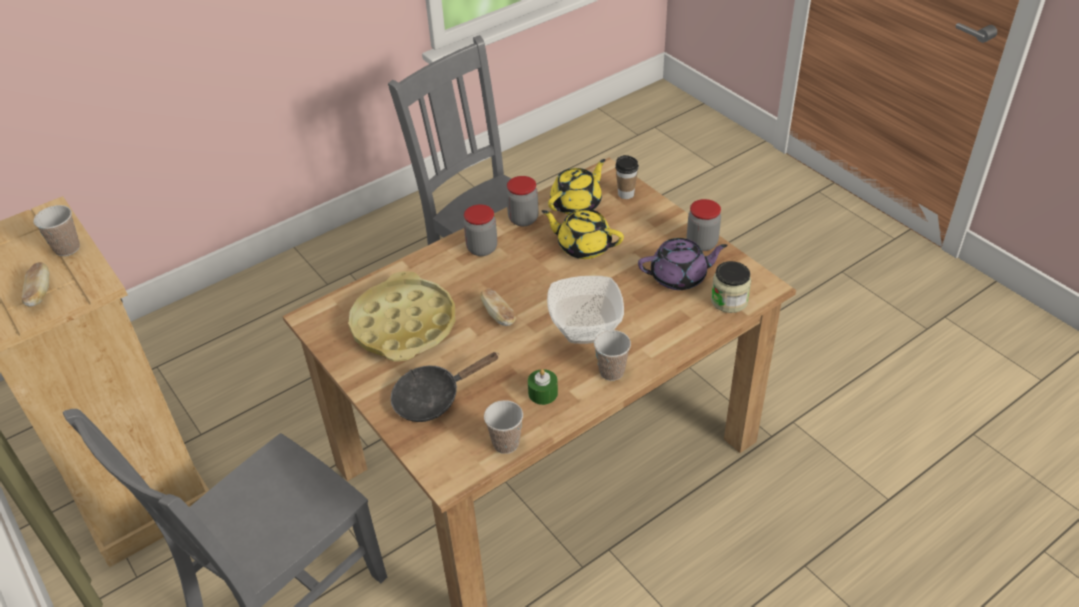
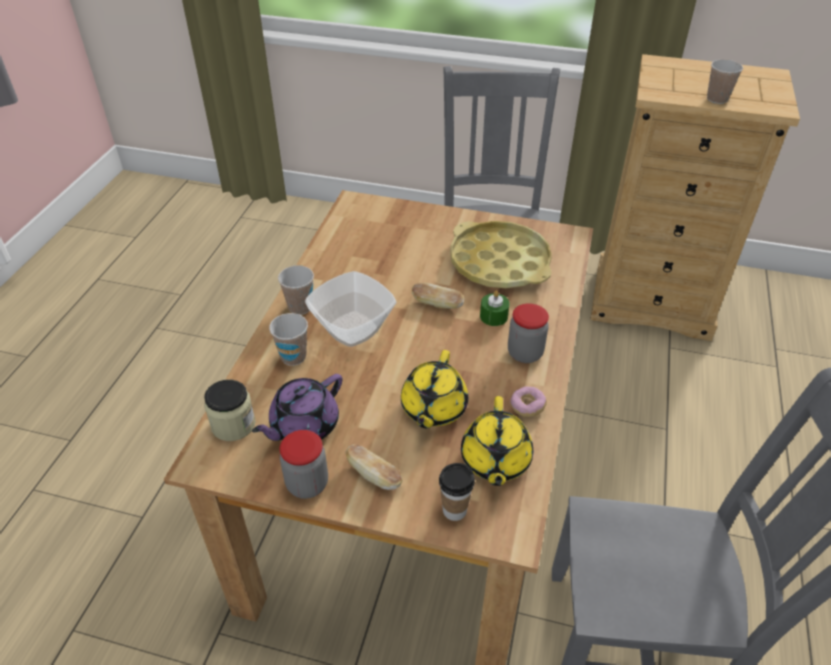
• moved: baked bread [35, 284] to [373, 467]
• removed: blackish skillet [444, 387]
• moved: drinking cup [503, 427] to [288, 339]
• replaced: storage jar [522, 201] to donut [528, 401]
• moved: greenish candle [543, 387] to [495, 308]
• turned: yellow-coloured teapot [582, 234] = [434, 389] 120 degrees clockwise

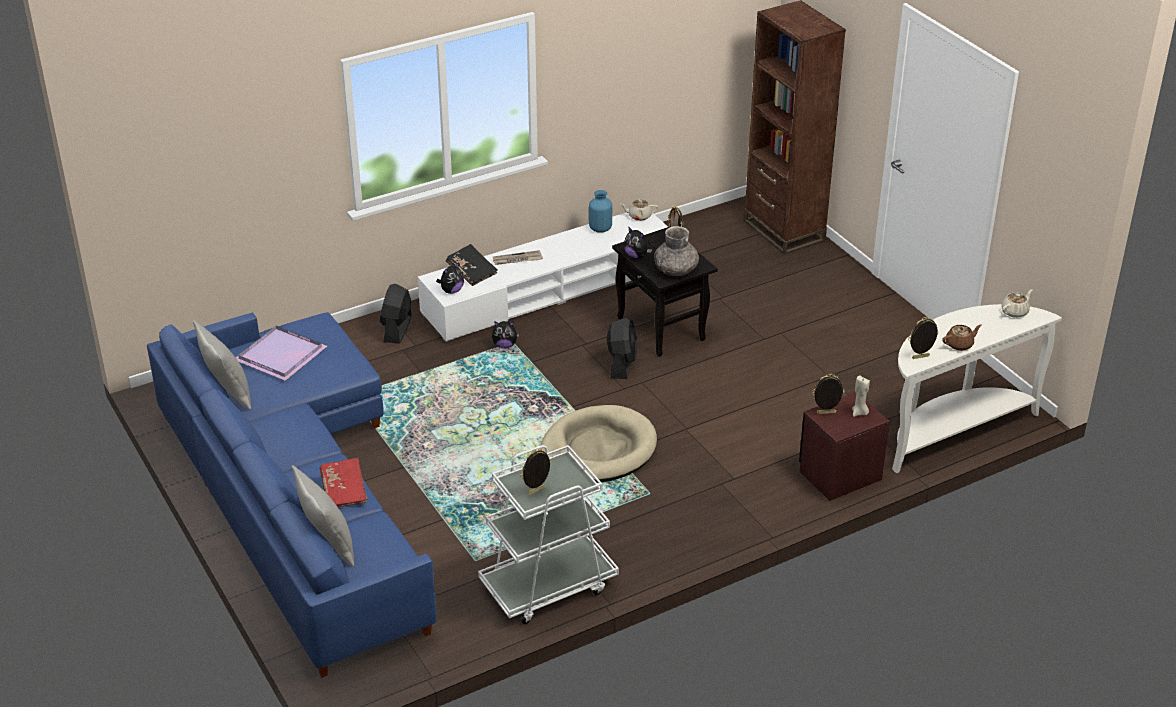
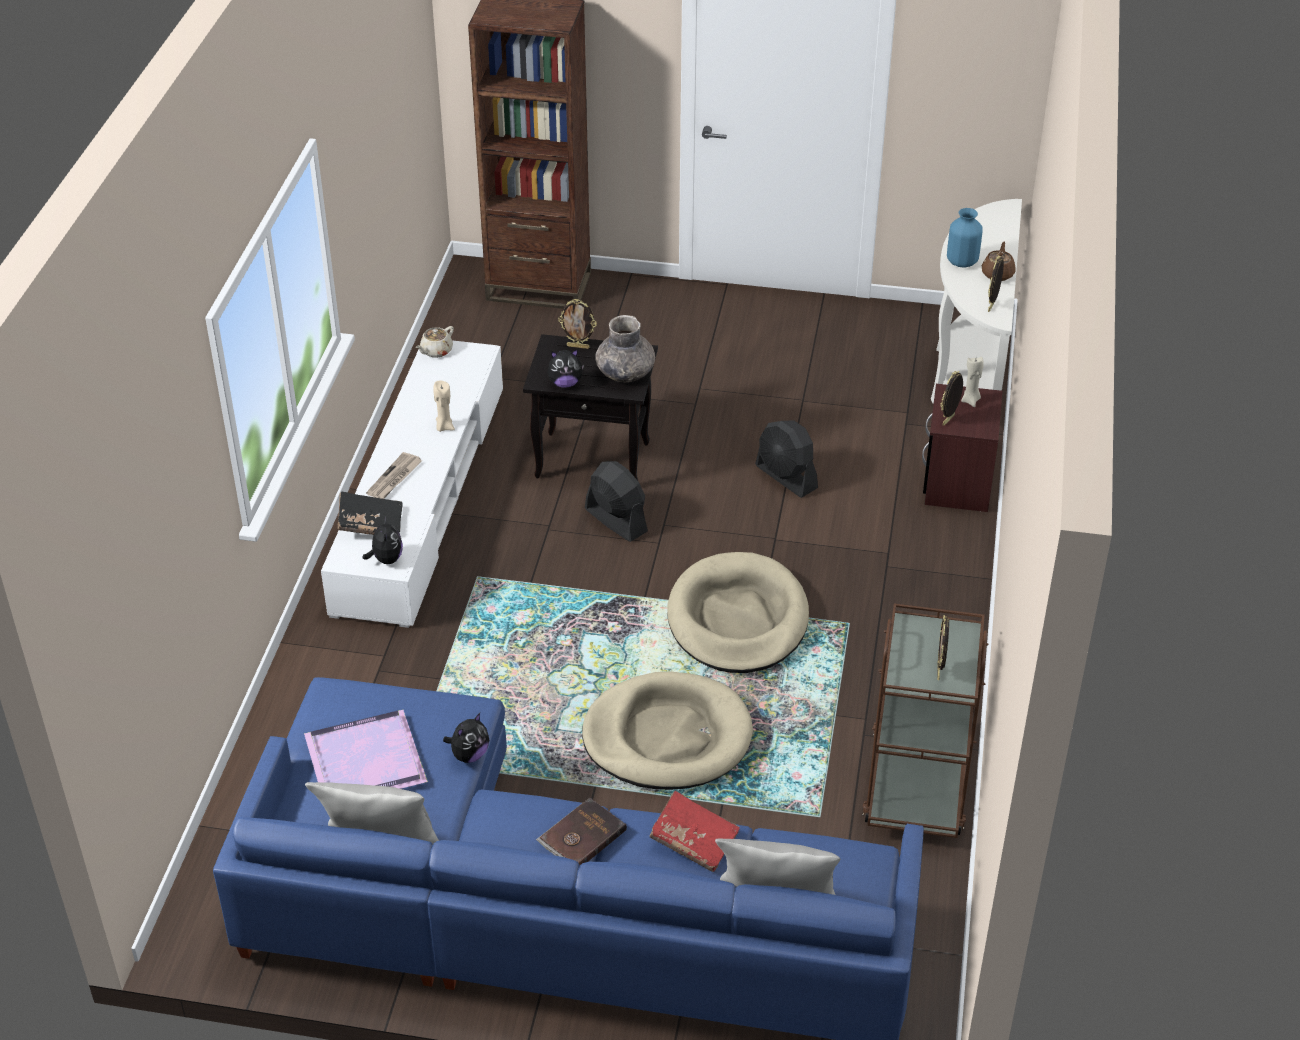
• moved: blackish cooling fan [395, 314] to [786, 459]
• recoloured: white-coloured cart [548, 534] to brown cart [925, 721]
• moved: plush toy [505, 334] to [466, 738]
• moved: blue-coloured flower vase [600, 211] to [965, 238]
• removed: sand-coloured teapot [1017, 303]
• added: sand-coloured candle [444, 406]
• added: brown volume [581, 831]
• added: sand-coloured pet bed [667, 731]

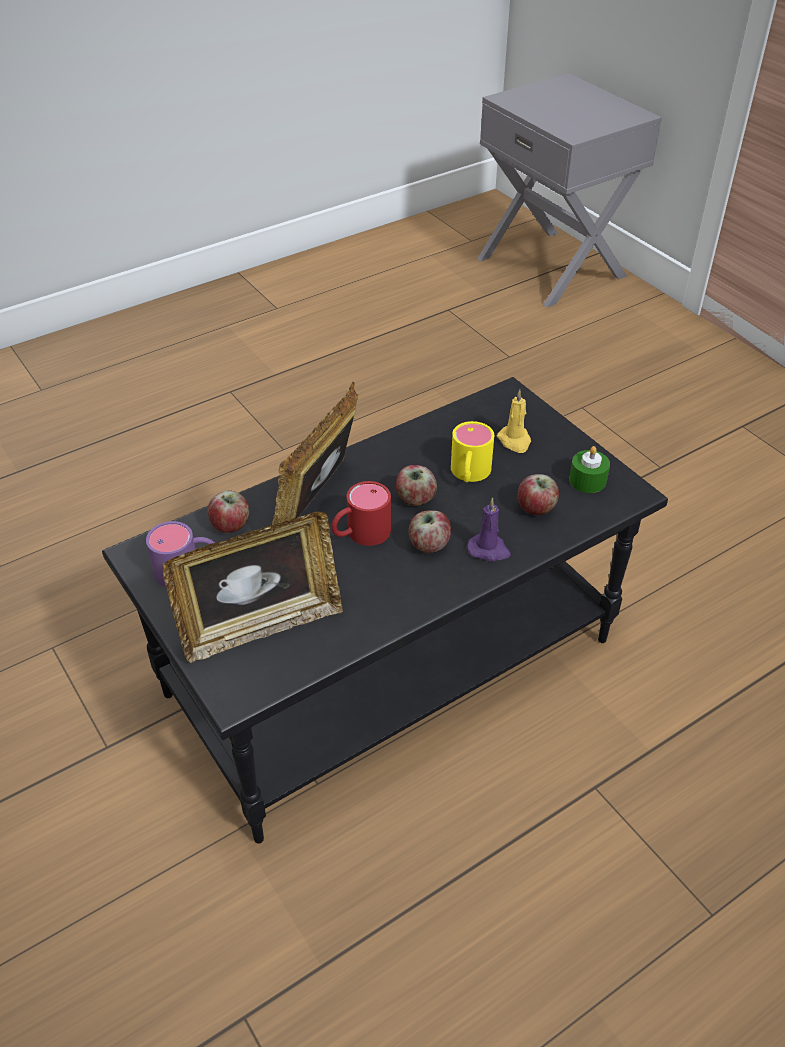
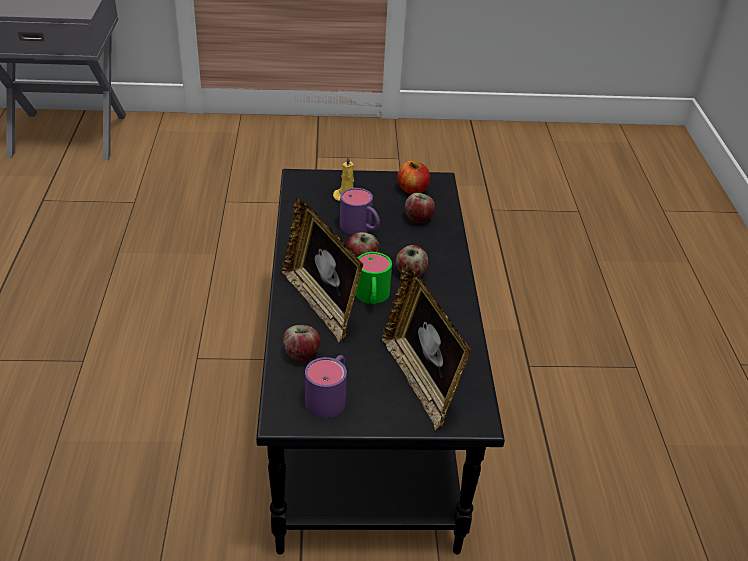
• turned: photo frame [252, 587] = [426, 347] 150 degrees clockwise
• recoloured: red tea mug [361, 513] to greenish tea mug [374, 278]
• recoloured: yellow-coloured tea mug [472, 451] to purplish tea mug [360, 211]
• removed: purplish candle [489, 530]
• replaced: greenish candle [589, 469] to whole apple [414, 177]

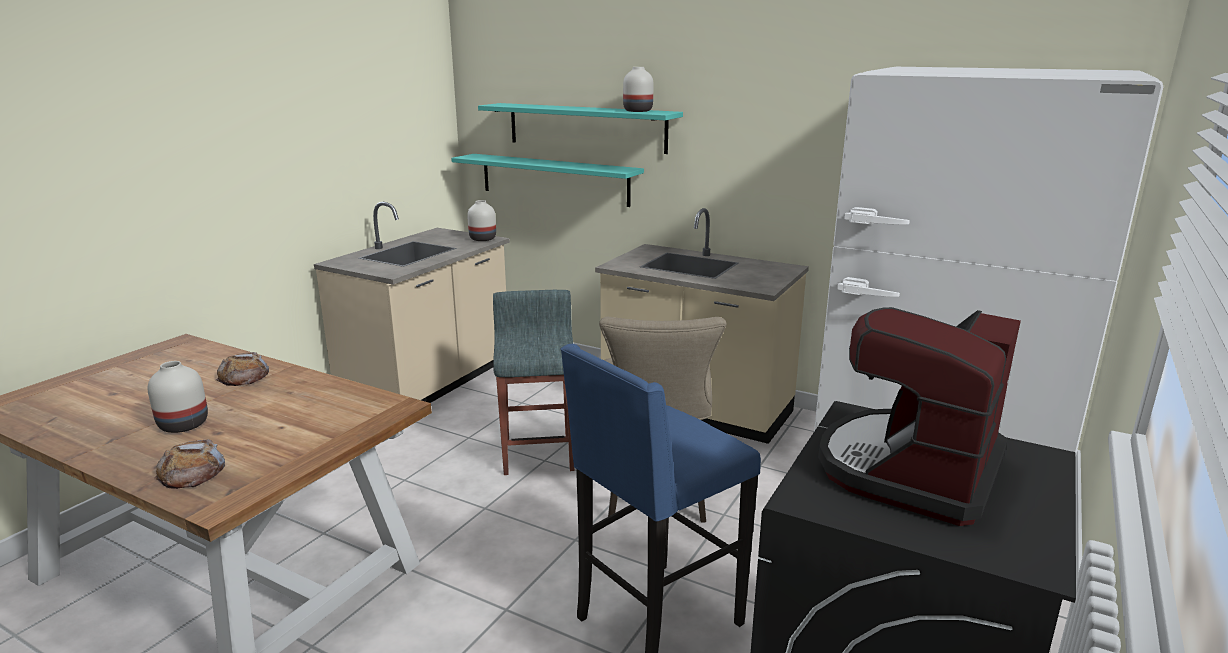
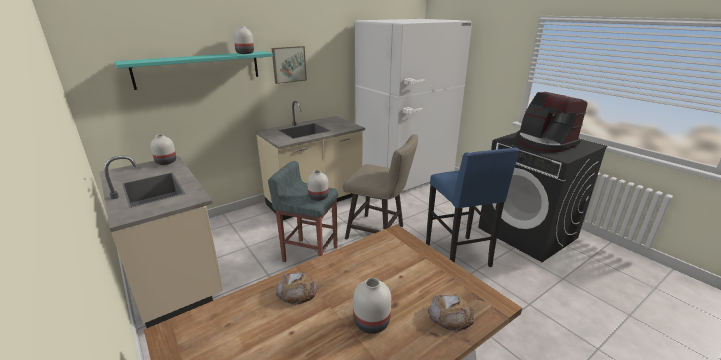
• removed: turquoise wall shelf [547, 180]
• added: wall picture [289, 65]
• added: white-coloured flower vase [318, 185]

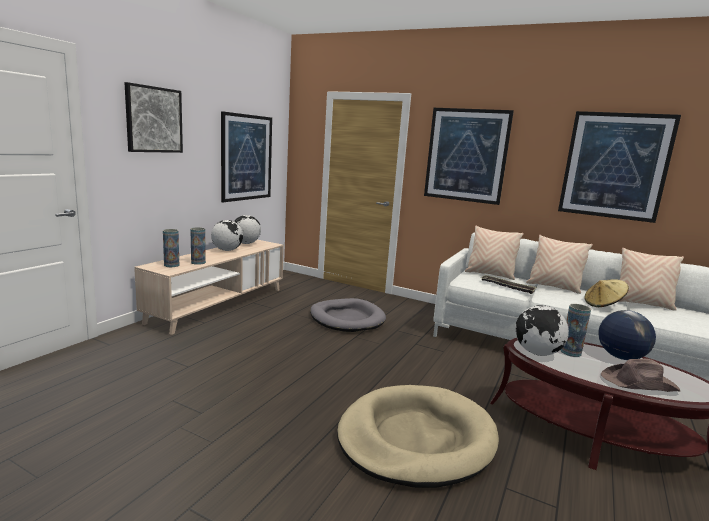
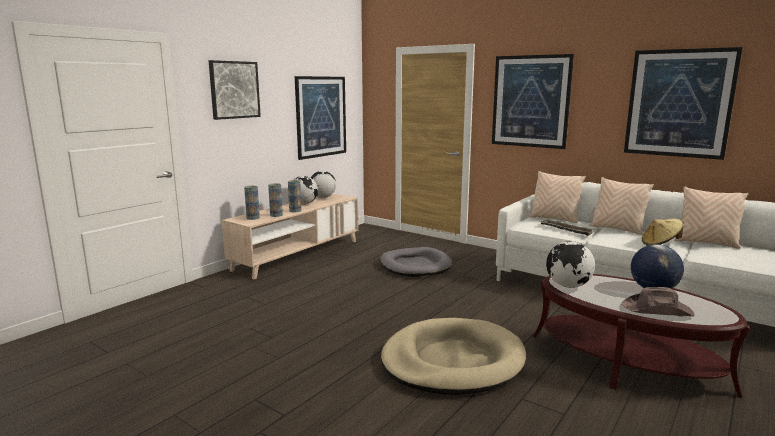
• moved: flower vase [575, 330] to [295, 196]

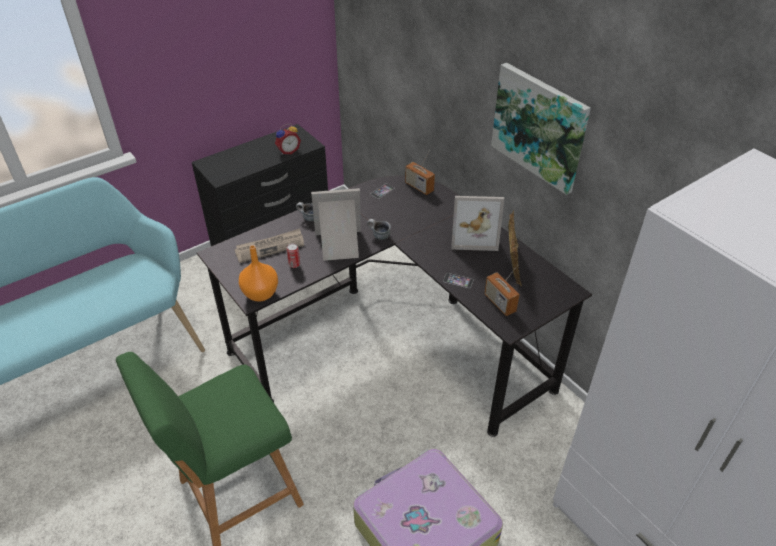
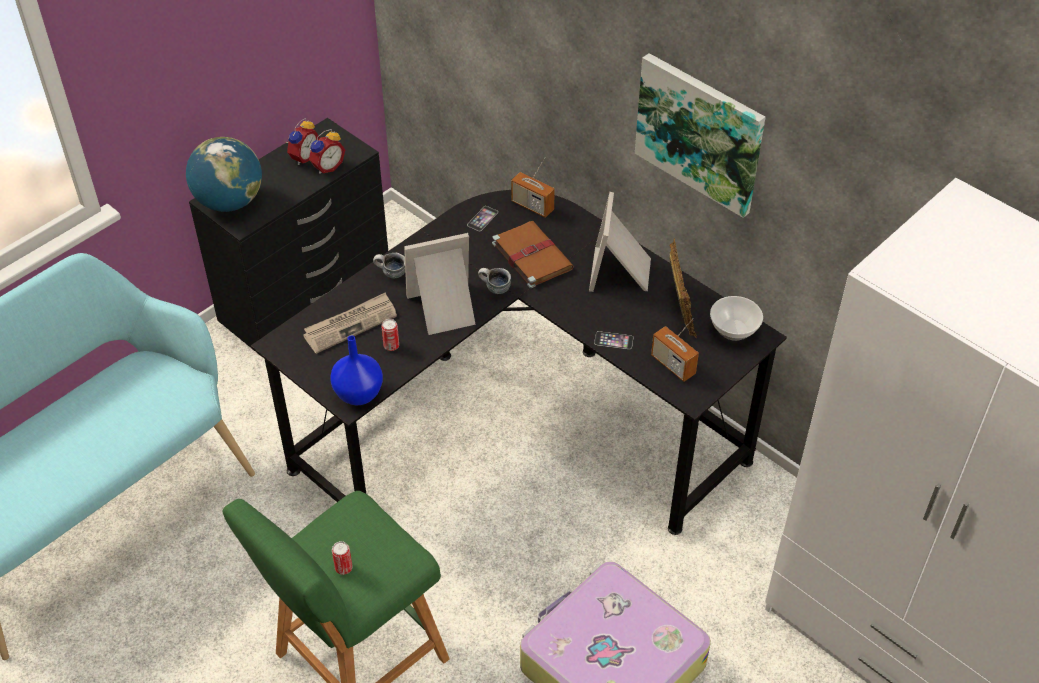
• recoloured: orange-coloured flower vase [258, 273] to blue-coloured flower vase [356, 370]
• turned: photo frame [477, 223] = [620, 242] 105 degrees clockwise
• added: desk globe [224, 174]
• added: table clock [302, 141]
• added: metal can [342, 558]
• added: brown volume [533, 254]
• added: deep dish [736, 318]

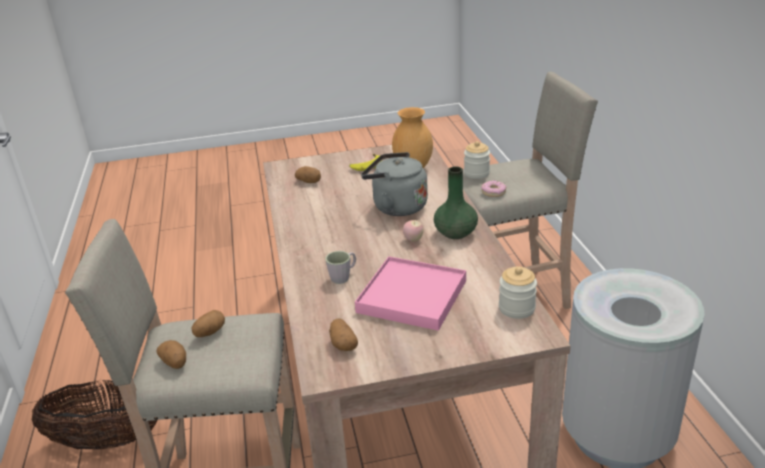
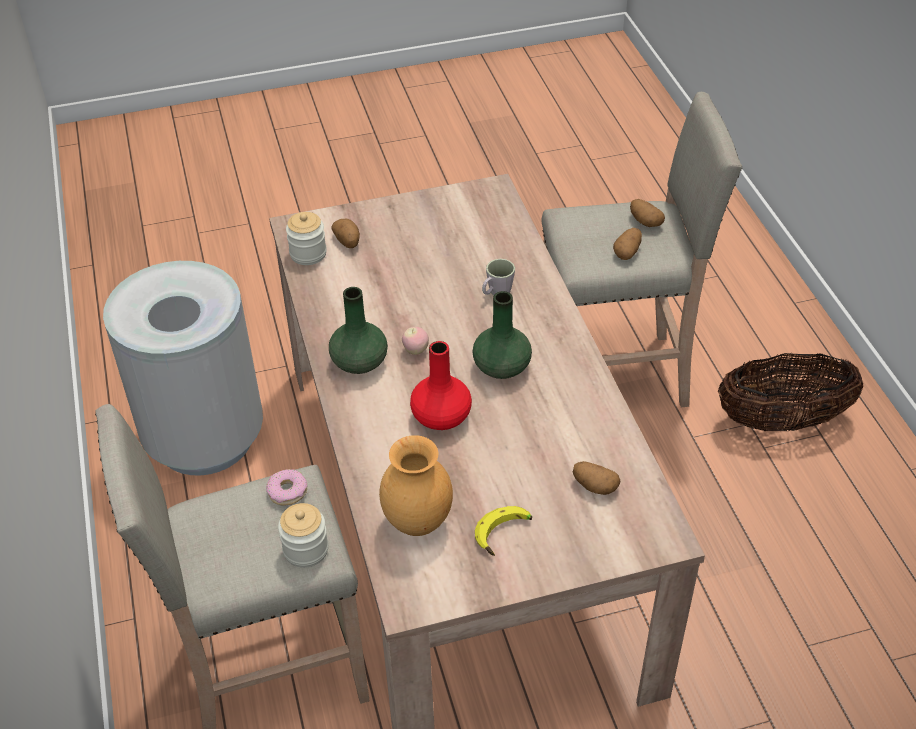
• moved: spud [343, 335] to [345, 233]
• removed: pink-coloured carrying tray [410, 293]
• replaced: grey kettle [394, 184] to red flower vase [441, 385]
• added: greenish flower vase [502, 335]

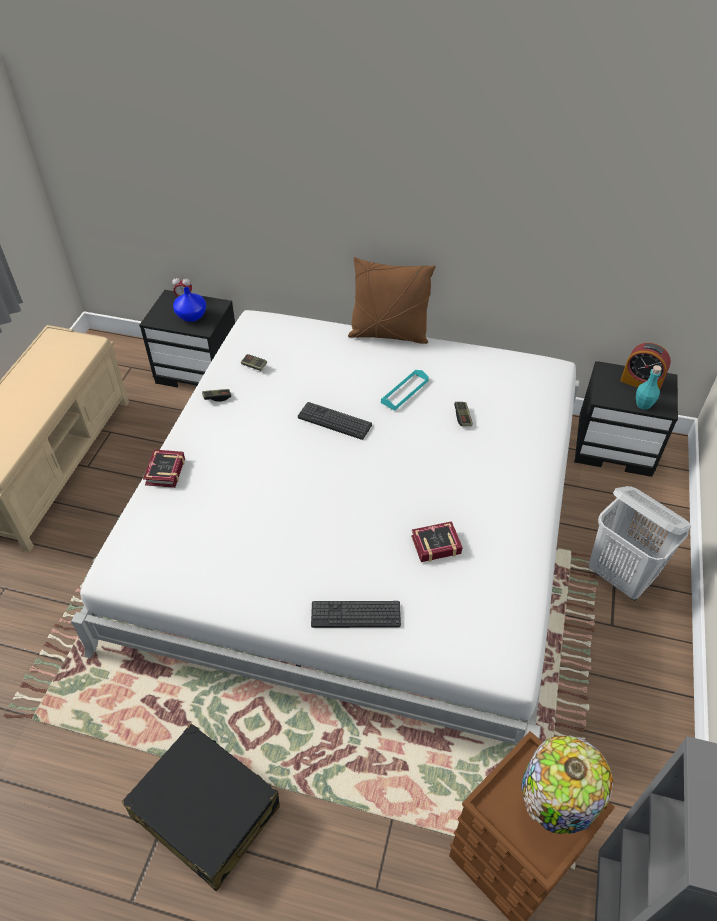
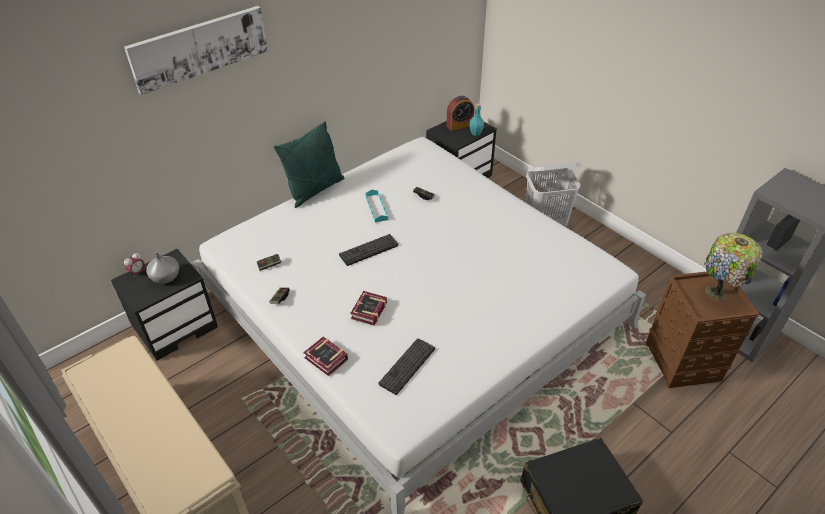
• recoloured: blue-coloured flower vase [189, 304] to grey flower vase [162, 268]
• moved: PC keyboard [356, 614] to [407, 366]
• recoloured: brown throw pillow [392, 300] to greenish throw pillow [309, 164]
• moved: volume [436, 541] to [368, 308]
• added: wall picture [196, 50]

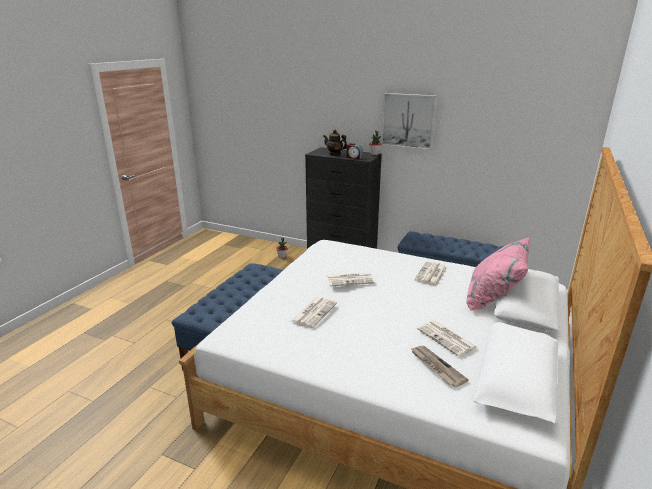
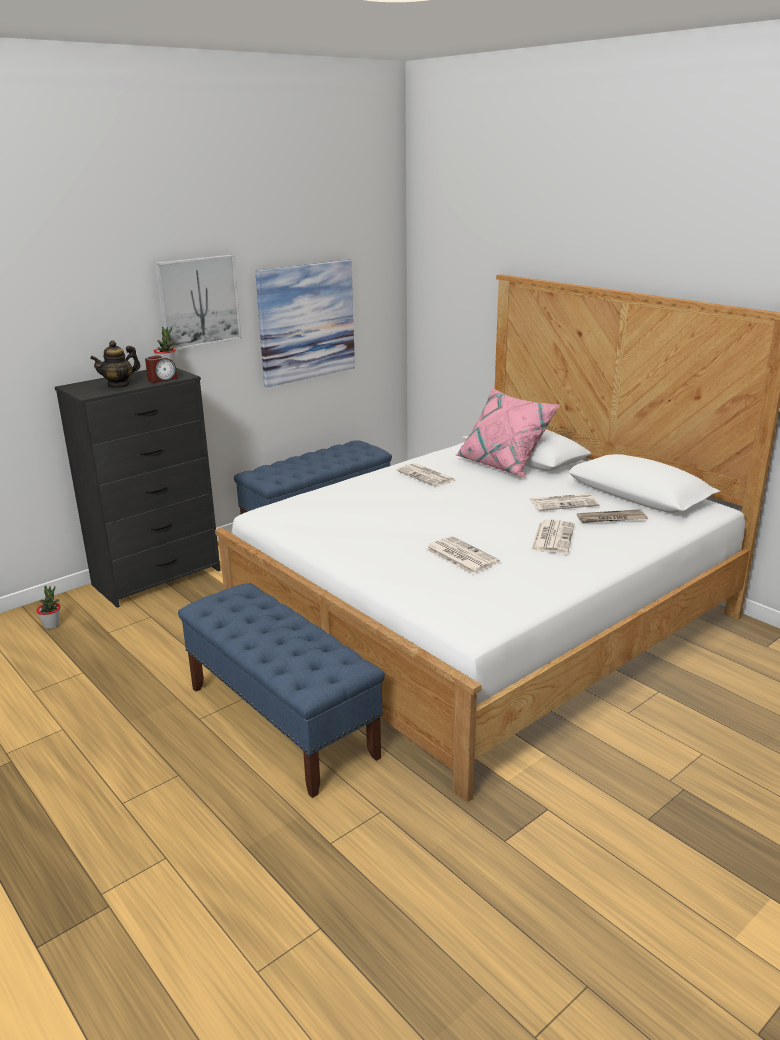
• moved: newspaper [351, 280] to [552, 536]
• added: wall picture [305, 323]

